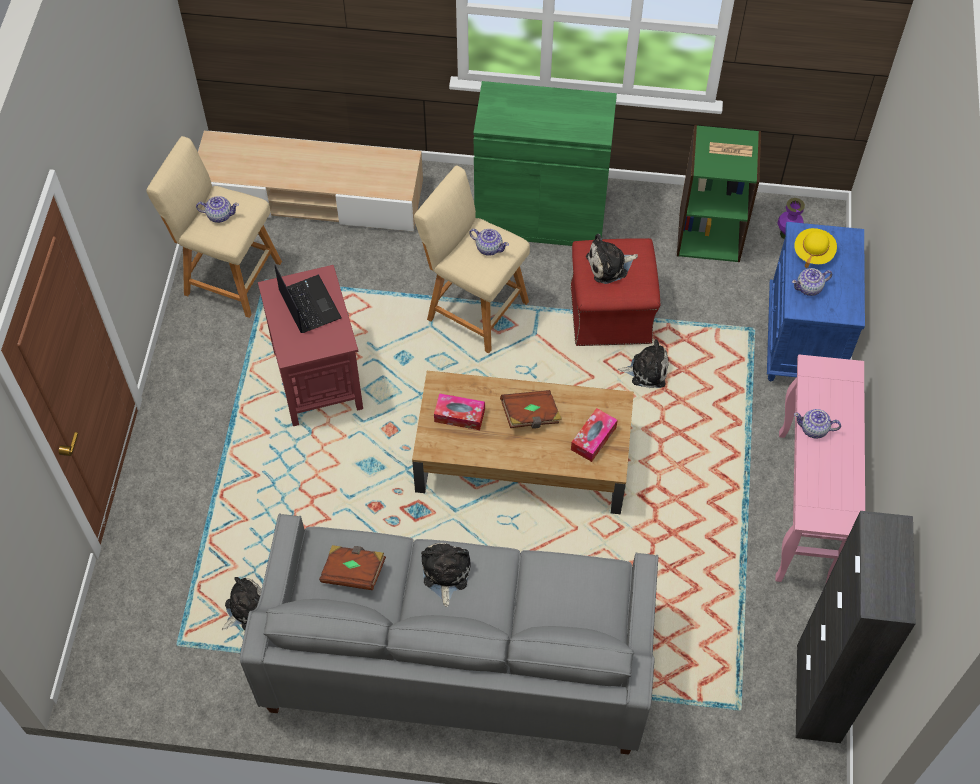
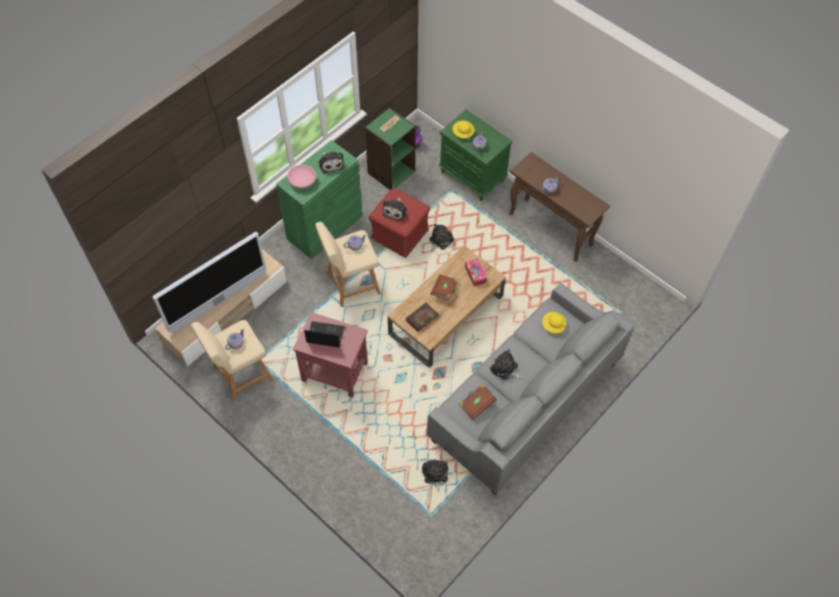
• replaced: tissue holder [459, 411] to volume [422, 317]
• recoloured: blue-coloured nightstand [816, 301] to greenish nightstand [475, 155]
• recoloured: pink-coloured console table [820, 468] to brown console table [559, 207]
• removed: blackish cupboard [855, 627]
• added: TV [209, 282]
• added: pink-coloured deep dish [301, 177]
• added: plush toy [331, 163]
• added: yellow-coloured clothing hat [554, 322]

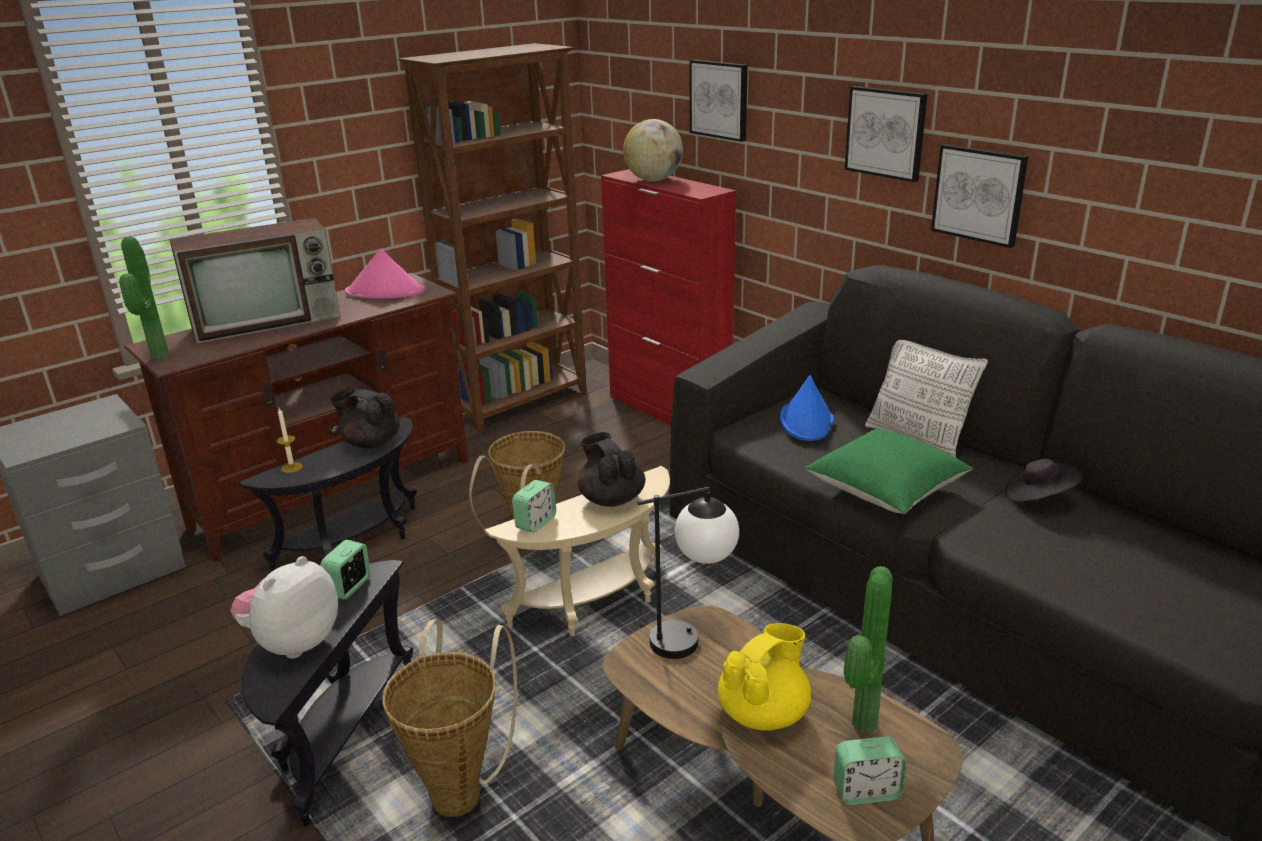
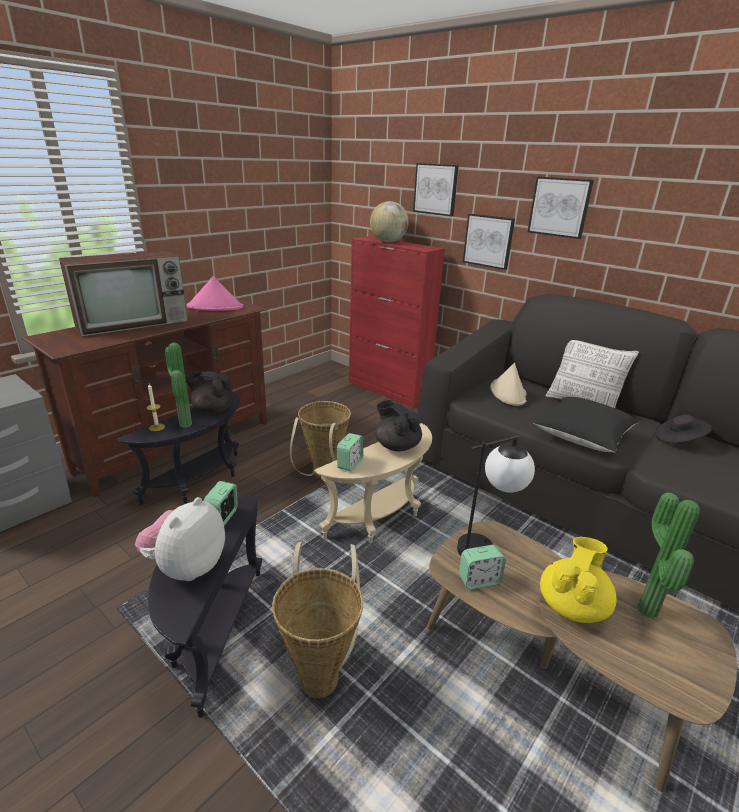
• moved: houseplant [144, 297] to [178, 385]
• removed: brown shelving unit [492, 237]
• recoloured: blue-coloured clothing hat [807, 408] to sand-coloured clothing hat [508, 384]
• recoloured: greenish throw pillow [888, 471] to blackish throw pillow [586, 424]
• moved: table clock [870, 770] to [482, 567]
• moved: wall picture [979, 196] to [489, 242]

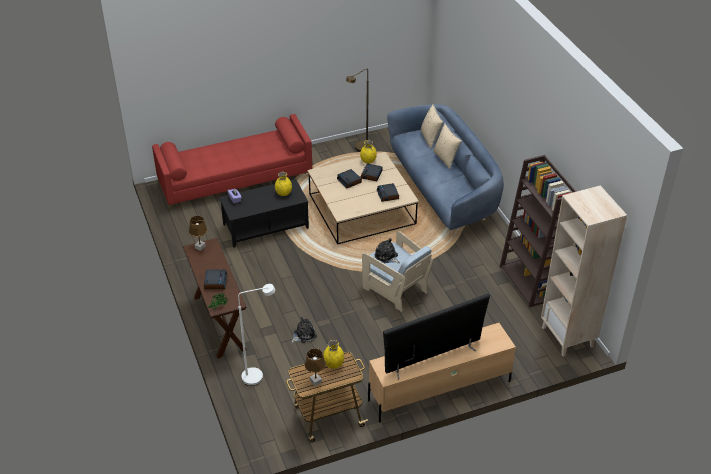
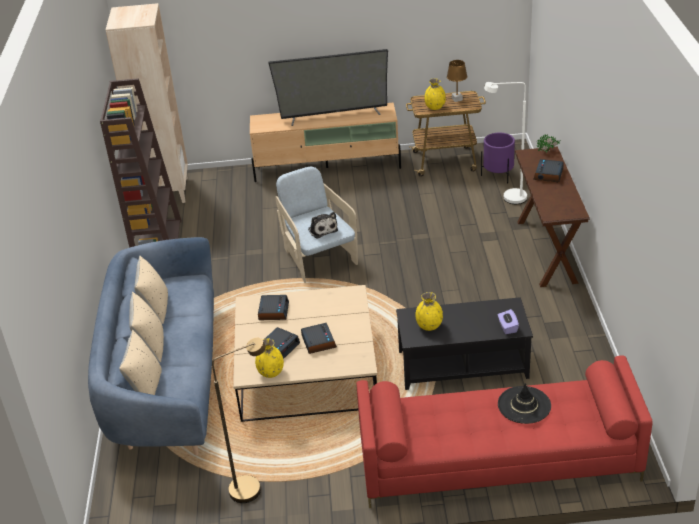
• removed: brown table lamp [198, 233]
• removed: plush toy [304, 330]
• added: sand-coloured throw pillow [151, 290]
• added: purplish plant pot [498, 158]
• added: blackish clothing hat [524, 403]

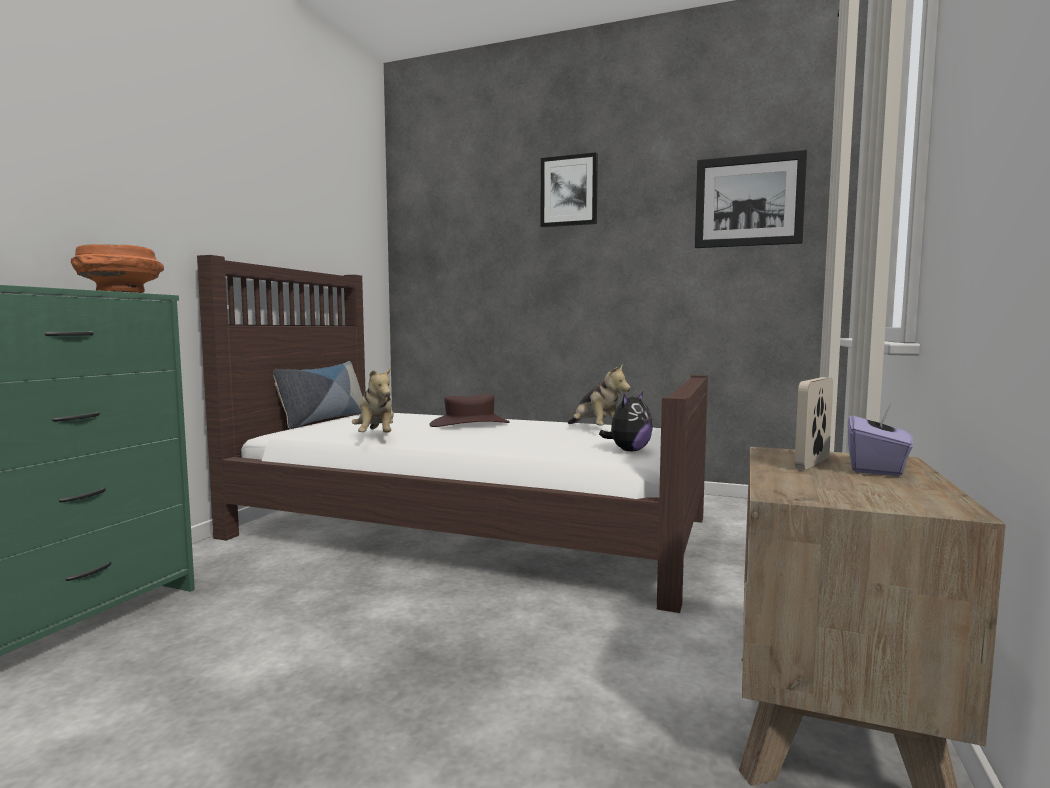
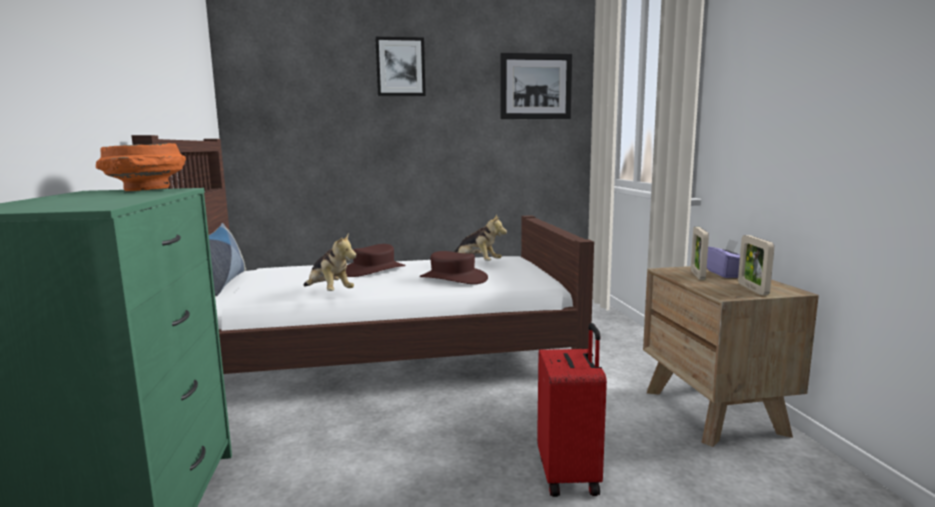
• removed: plush toy [626, 421]
• added: brown clothing hat [454, 267]
• added: red suitcase [572, 410]
• added: photo frame [756, 265]

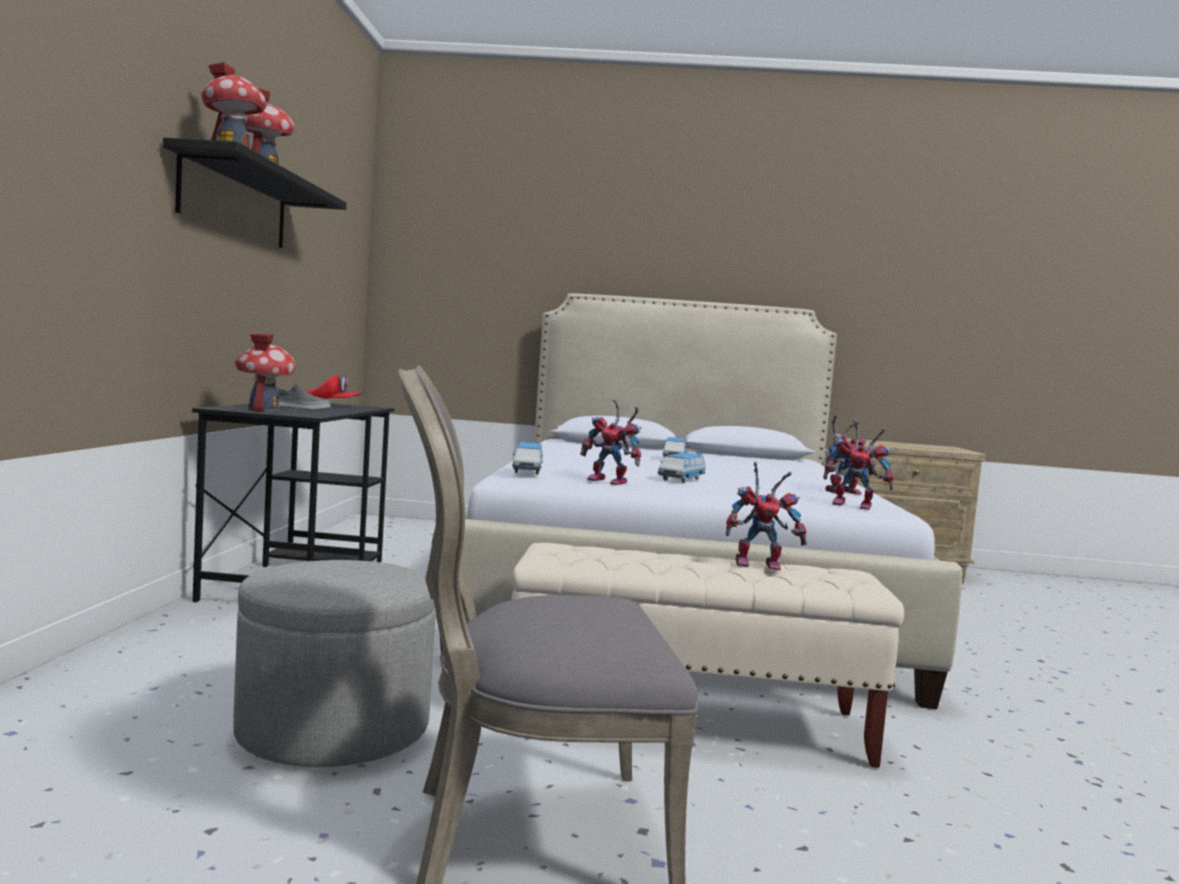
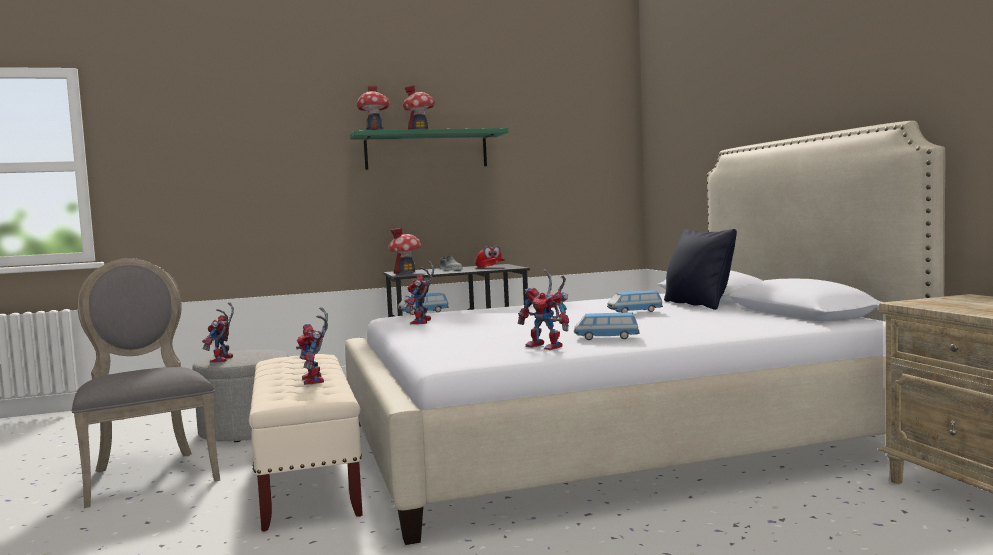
• recoloured: blackish wall shelf [255, 193] to greenish wall shelf [429, 149]
• moved: model car [681, 468] to [607, 326]
• moved: toy robot [858, 464] to [218, 332]
• added: blackish throw pillow [700, 269]

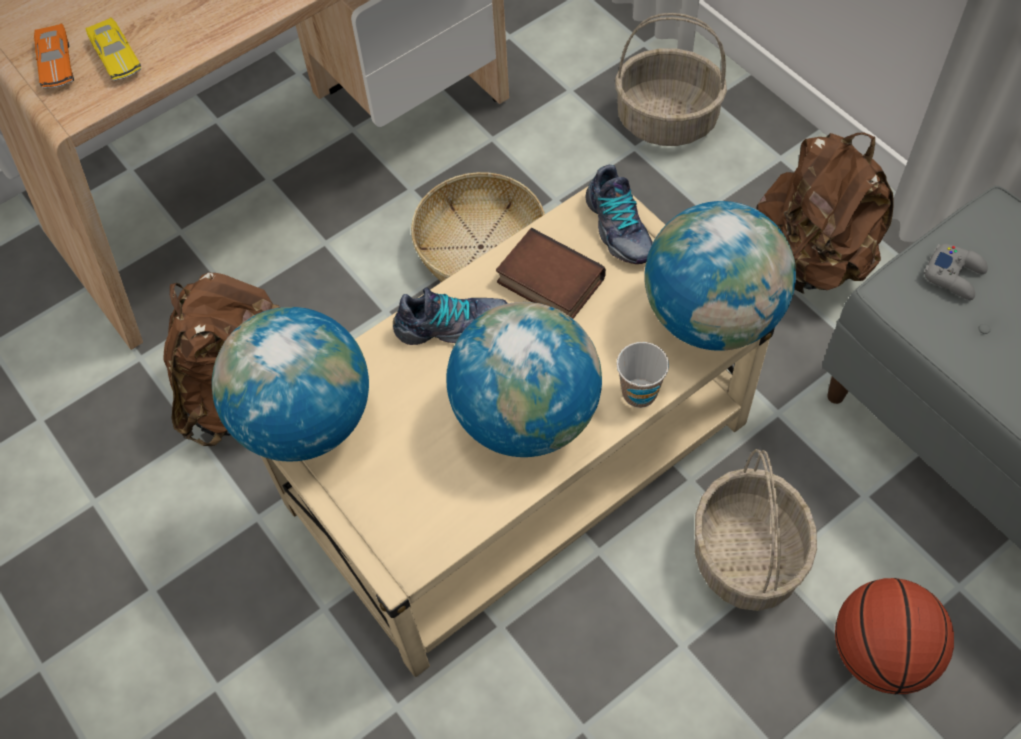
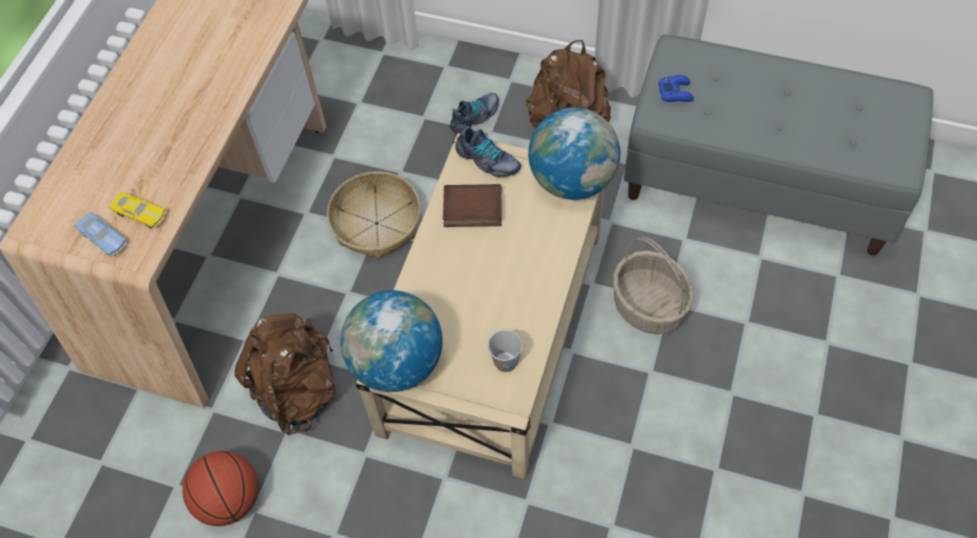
• recoloured: orange-coloured model car [54, 56] to blue-coloured model car [100, 234]
• moved: low shoe [450, 316] to [474, 113]
• removed: desk globe [524, 379]
• removed: household basket [671, 79]
• moved: drinking cup [642, 375] to [505, 351]
• moved: basketball [894, 636] to [220, 488]
• recoloured: grey game controller [956, 272] to blue-coloured game controller [676, 88]

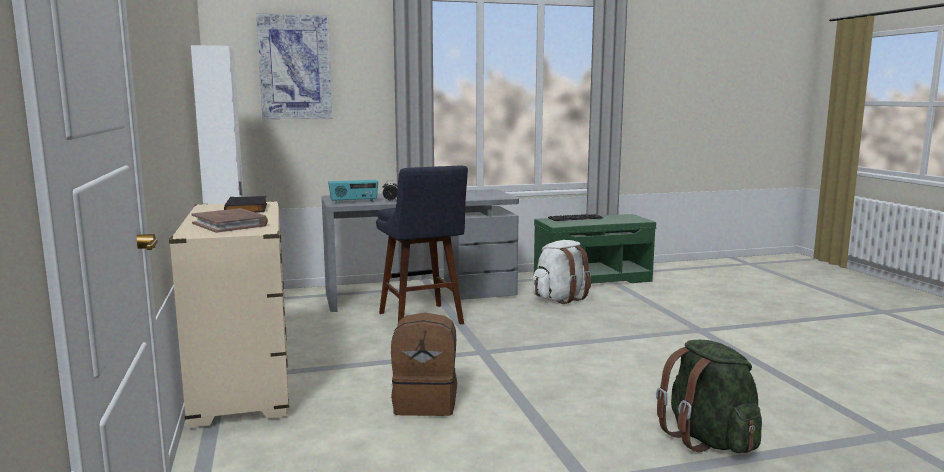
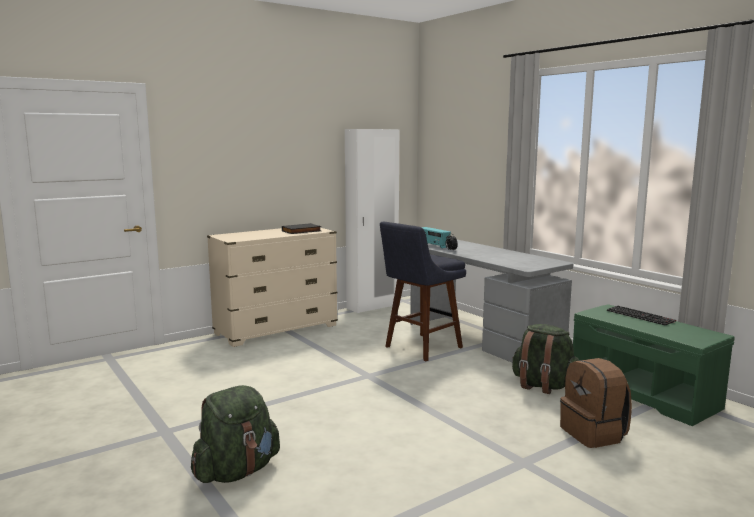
• removed: brown volume [229, 220]
• removed: wall picture [294, 66]
• moved: brown backpack [424, 364] to [596, 403]
• recoloured: white-coloured backpack [561, 272] to greenish backpack [545, 359]

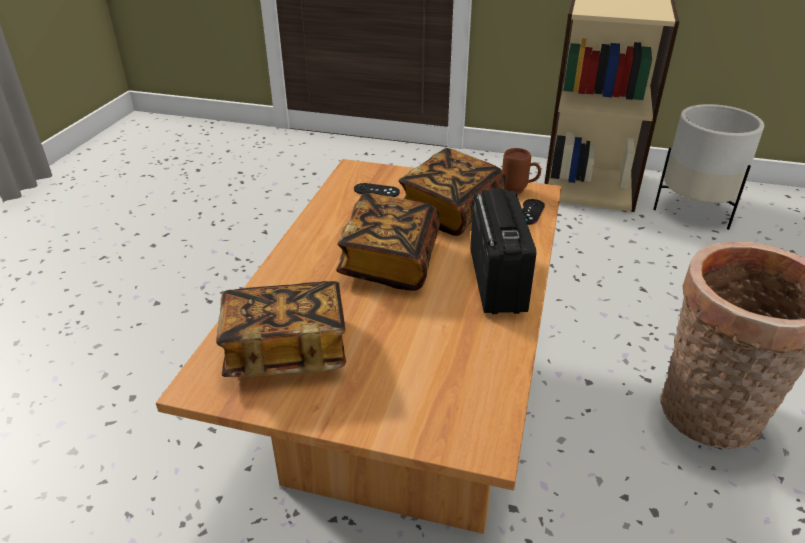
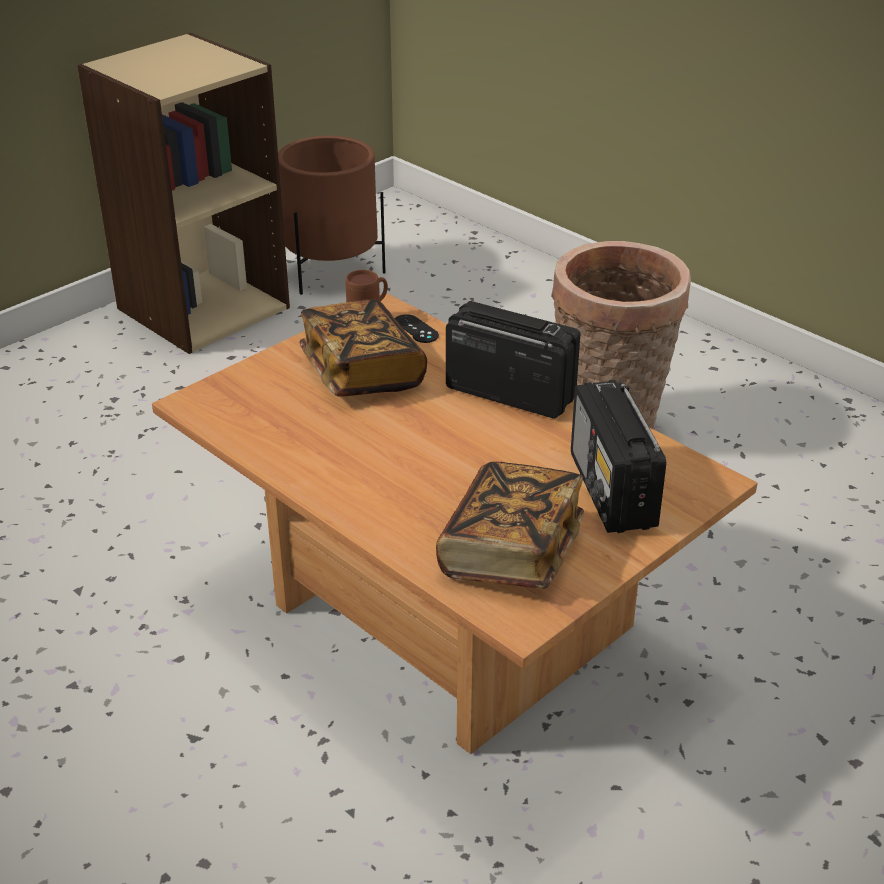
• removed: volume [388, 242]
• removed: blackish game controller [377, 190]
• recoloured: white-coloured plant pot [708, 167] to brown plant pot [331, 215]
• added: radio receiver [618, 456]

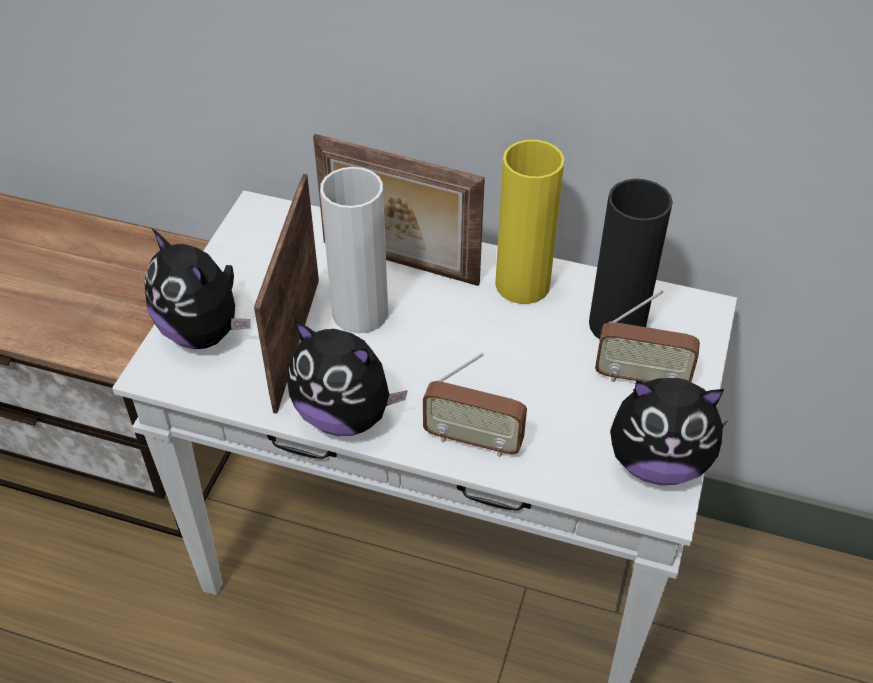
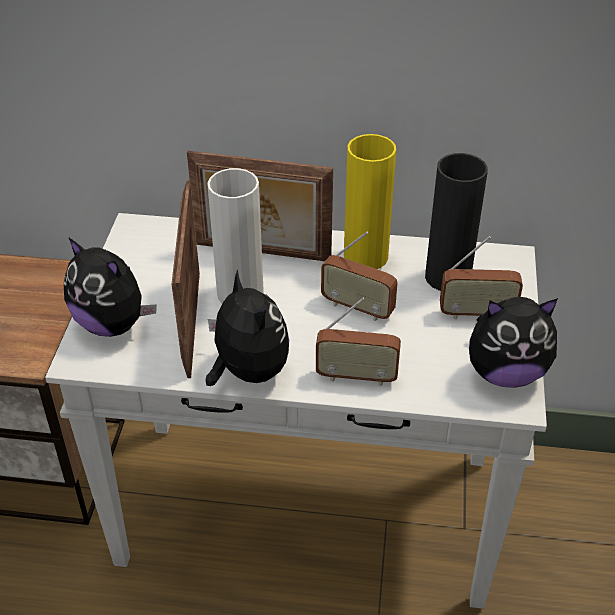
• turned: plush toy [347, 378] = [247, 327] 135 degrees counterclockwise
• added: radio receiver [359, 276]

